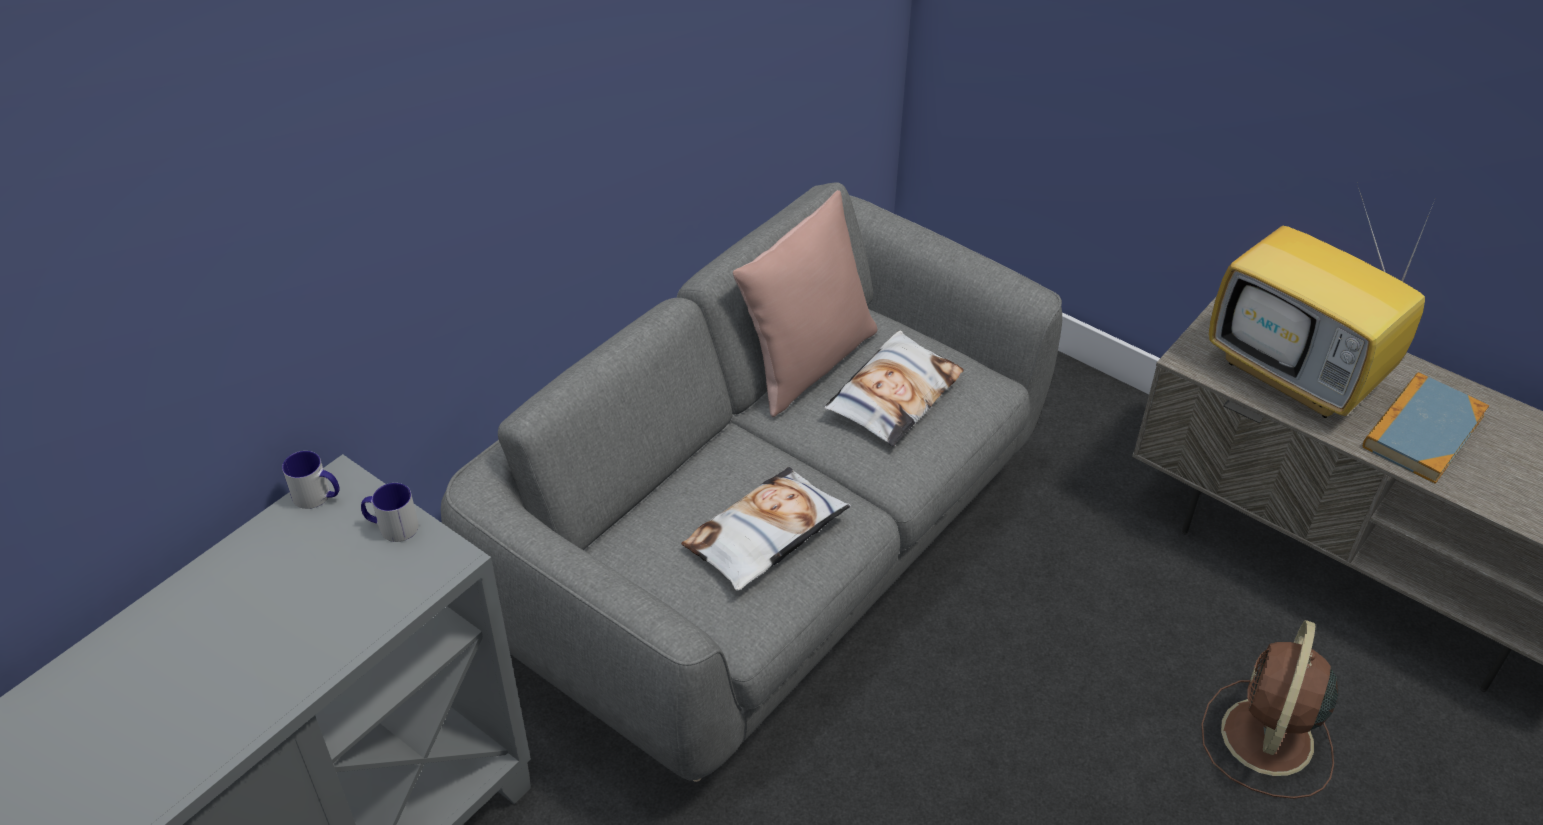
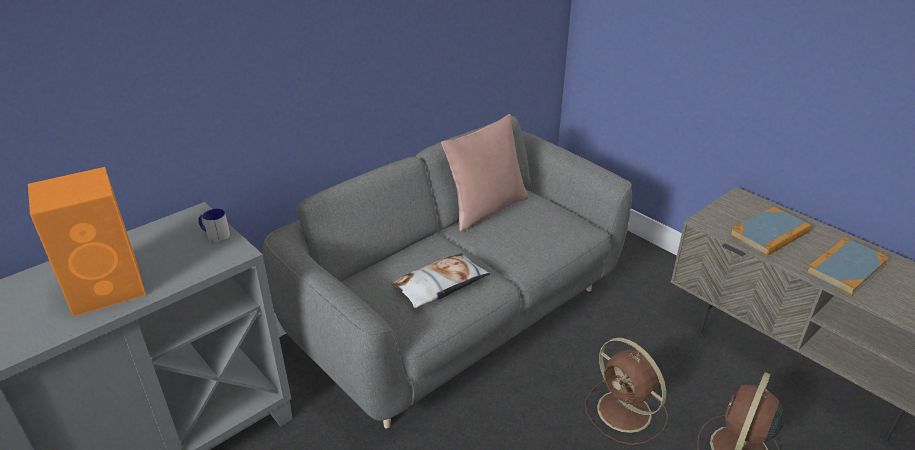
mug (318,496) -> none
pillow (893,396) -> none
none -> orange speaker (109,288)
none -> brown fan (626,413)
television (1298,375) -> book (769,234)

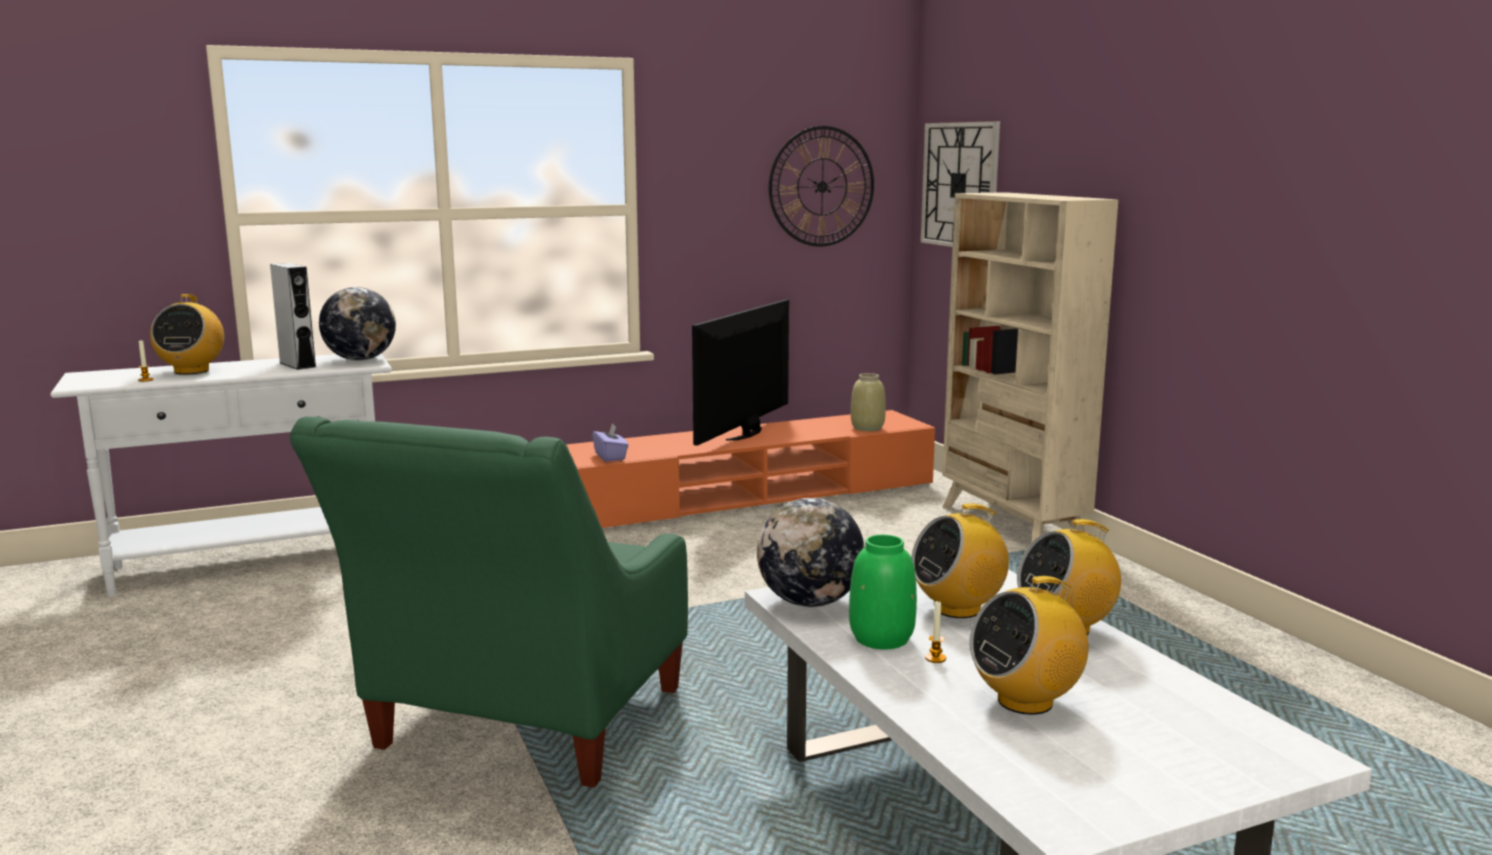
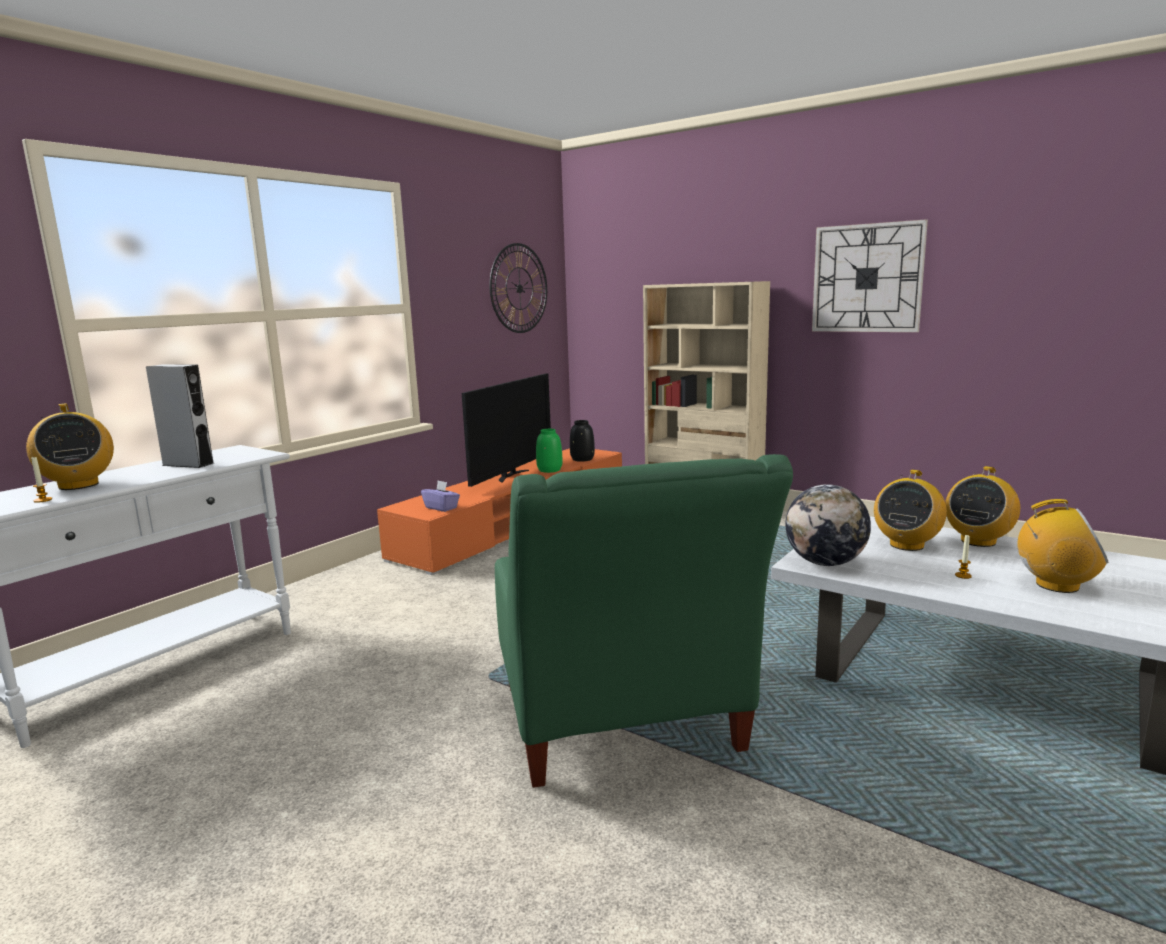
globe (360,360) -> none
green vase (882,639) -> green vase (550,470), relocated
wall clock (960,185) -> wall clock (867,278), relocated
beige vase (867,428) -> black vase (582,459)
television (747,434) -> television (511,475), 150 degrees counterclockwise
radio (1025,701) -> radio (1056,585), 105 degrees counterclockwise

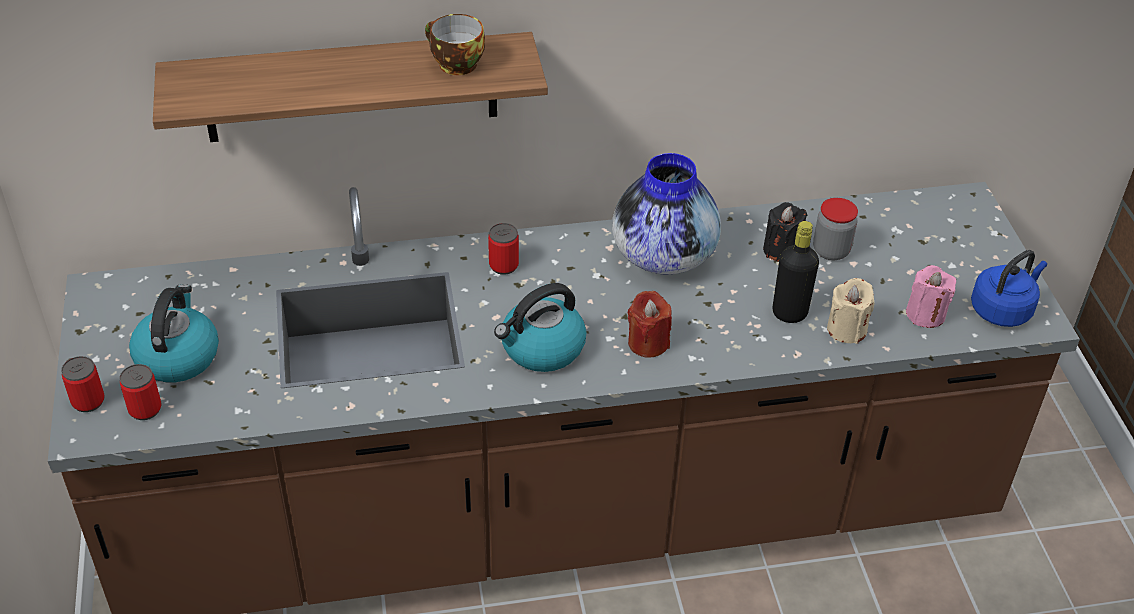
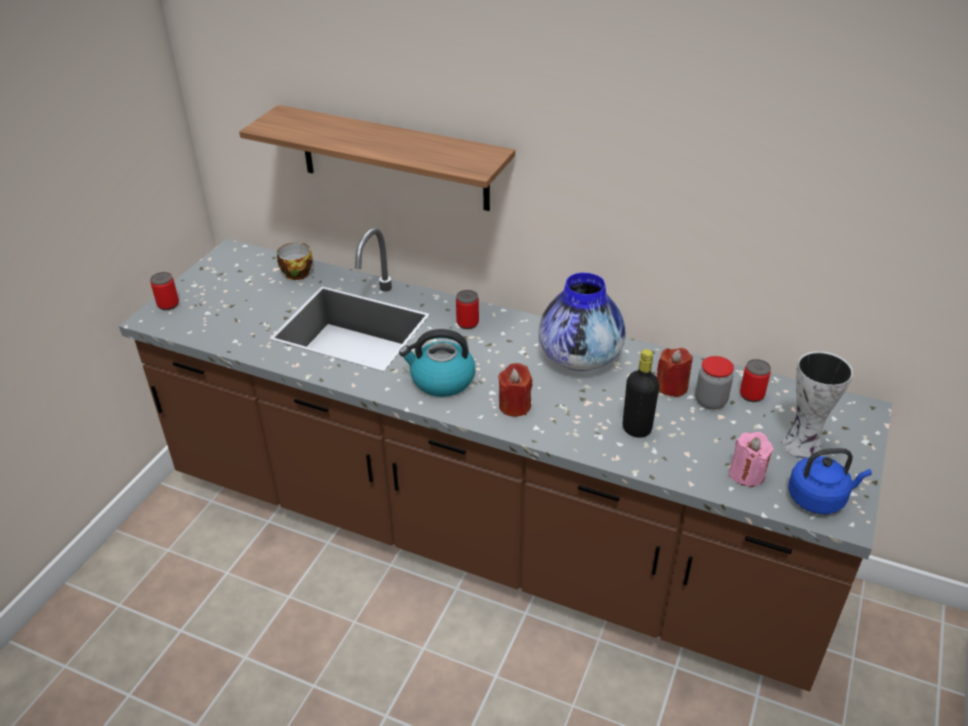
kettle (177,356) -> none
beige candle (846,329) -> none
none -> vase (802,447)
can (145,409) -> can (751,395), relocated
cup (454,64) -> cup (295,273), relocated
black candle (782,250) -> red candle (672,386)

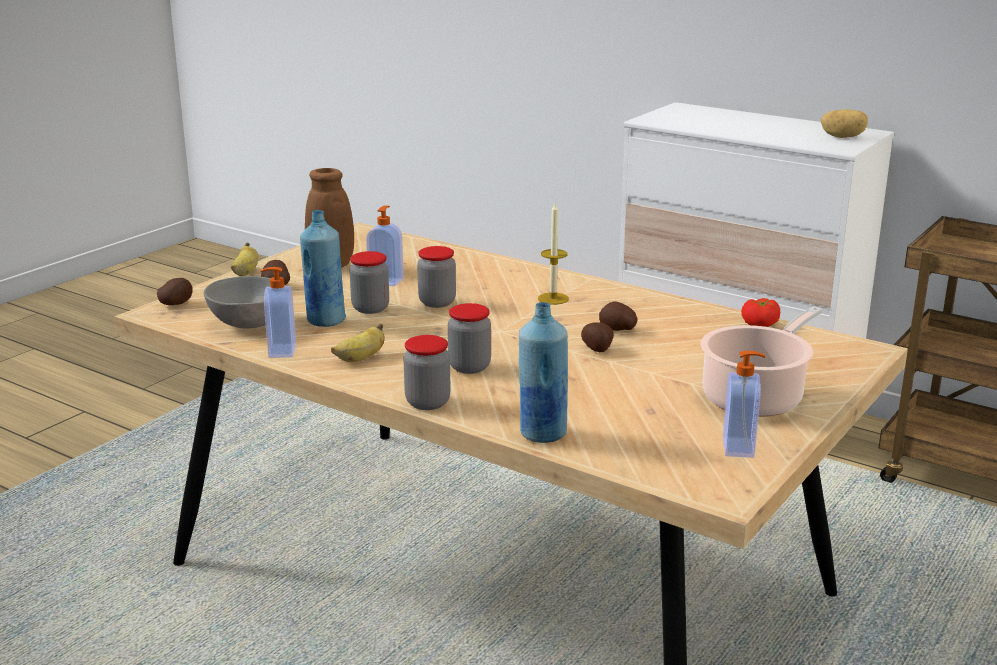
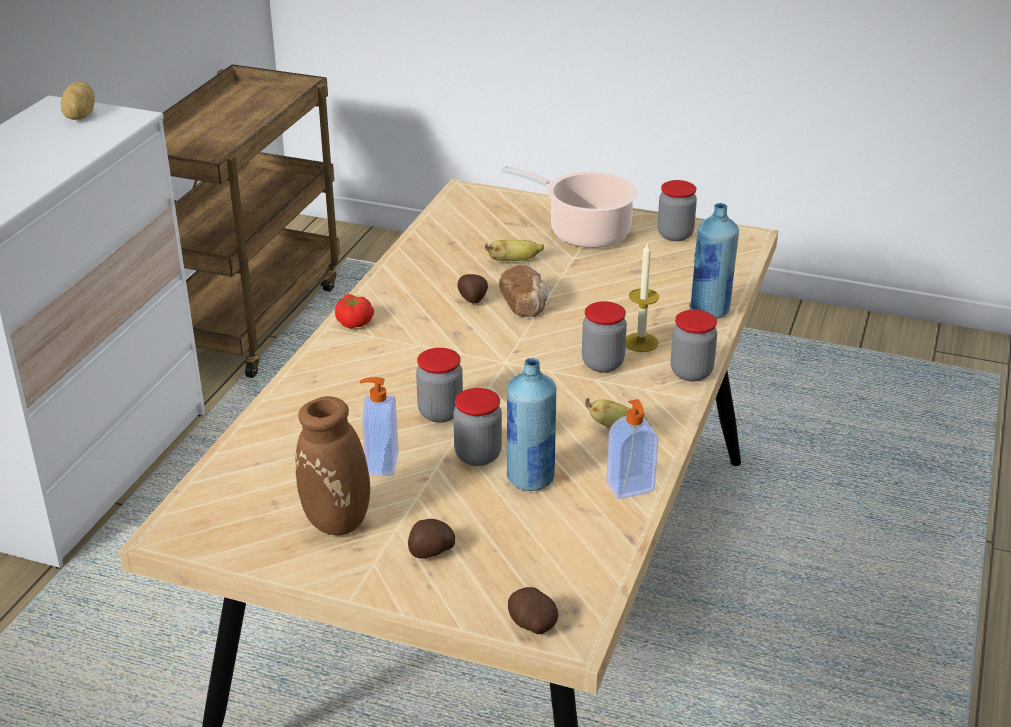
grey bowl (249,323) -> none
banana (245,273) -> banana (514,261), relocated
candle (553,298) -> candle (641,342), relocated
tomato (760,325) -> tomato (355,322), relocated
potato (597,349) -> bread (524,304)
soap dispenser (740,448) -> jar (675,235)

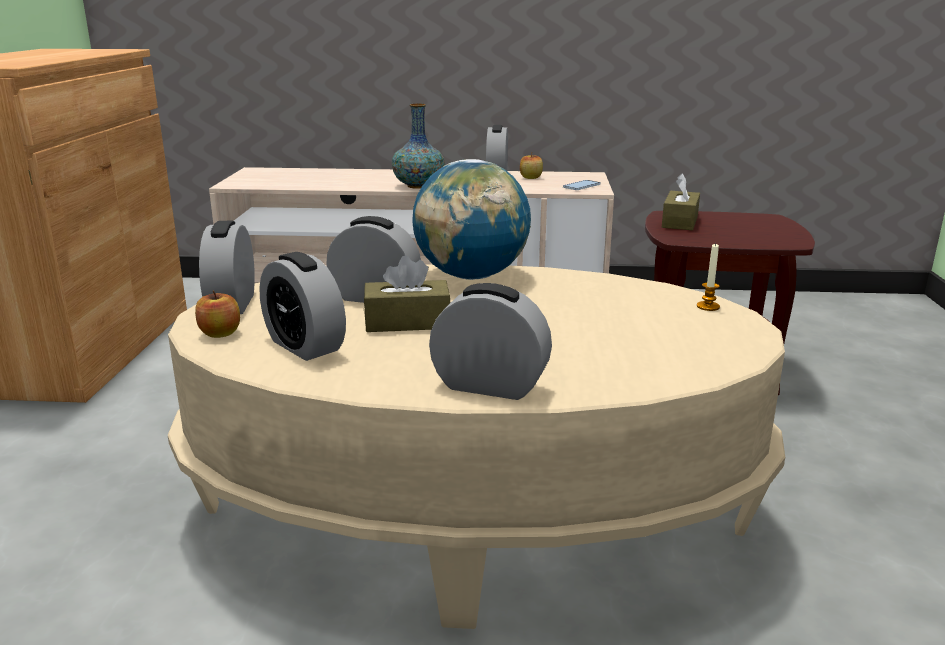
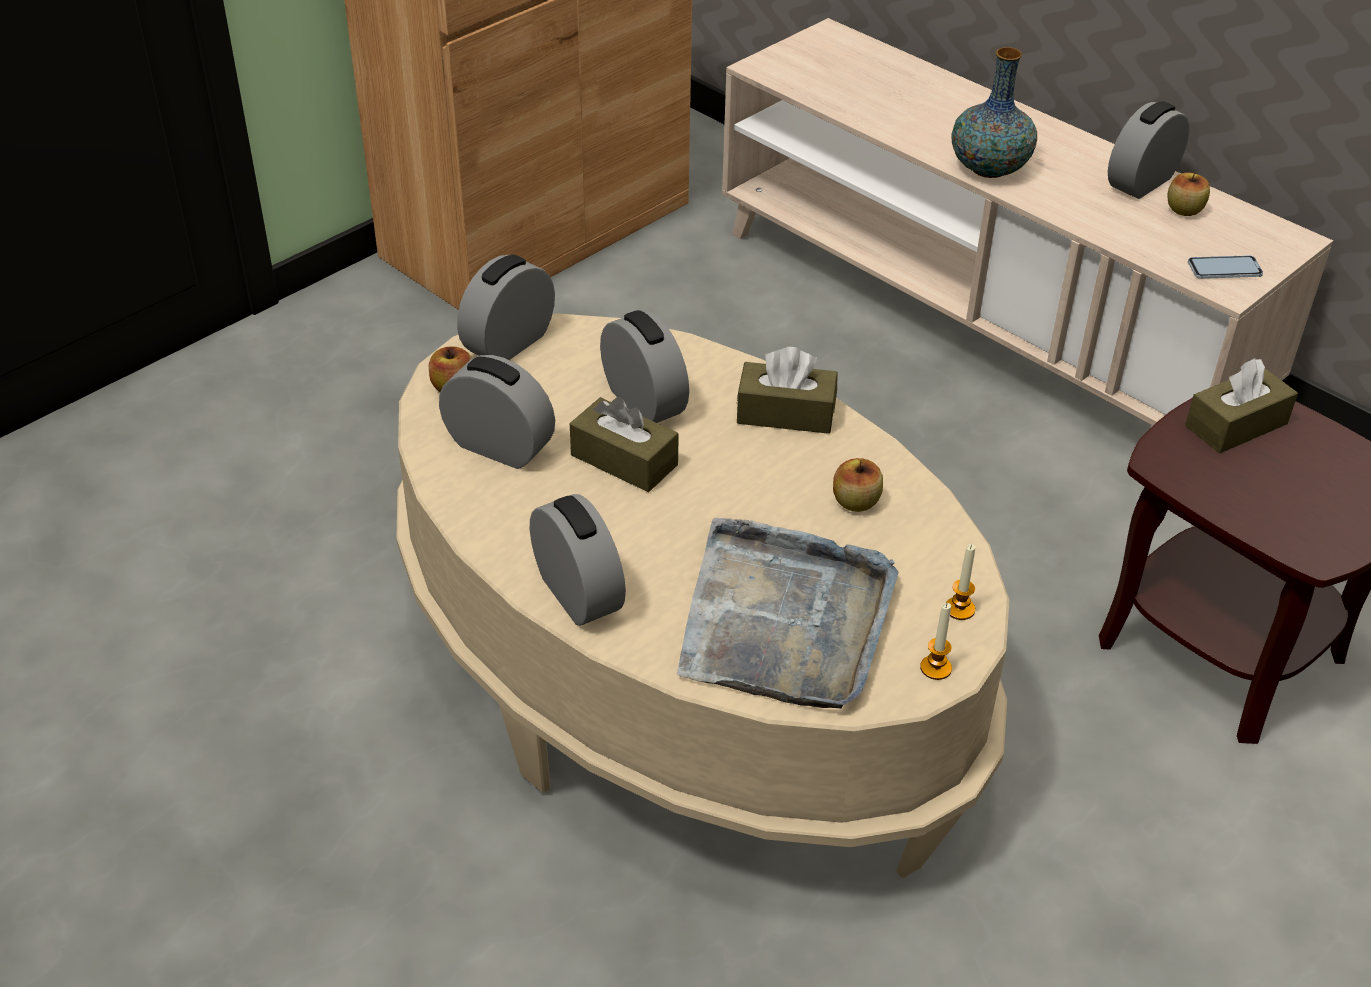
none -> grey tray (785,621)
none -> apple (855,502)
none -> candle (935,668)
globe (471,276) -> brown tissue box (785,413)
alarm clock (304,346) -> alarm clock (499,446), 120 degrees clockwise

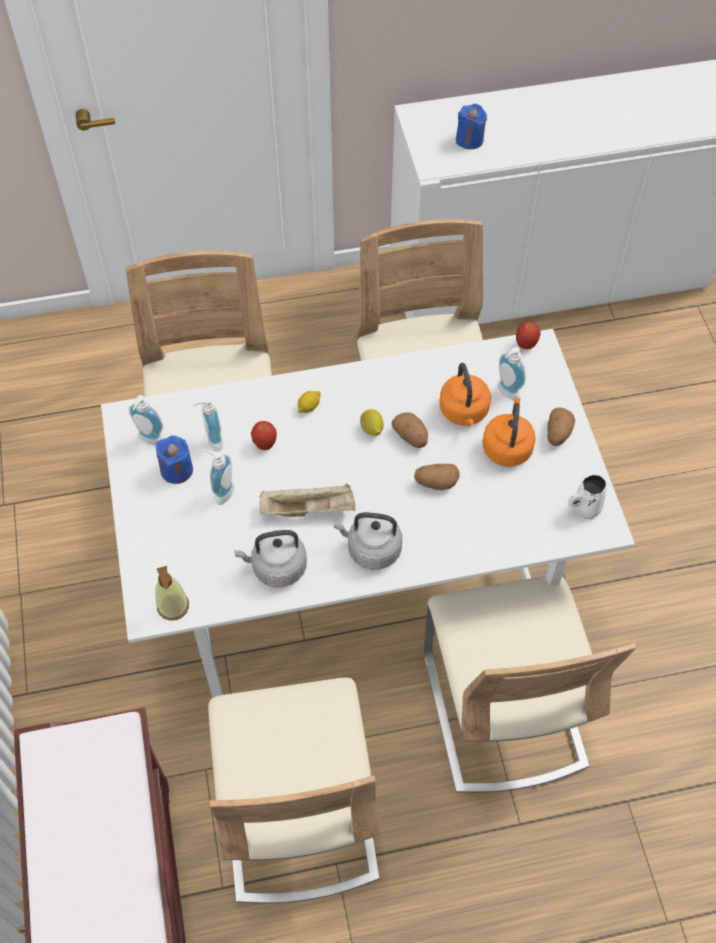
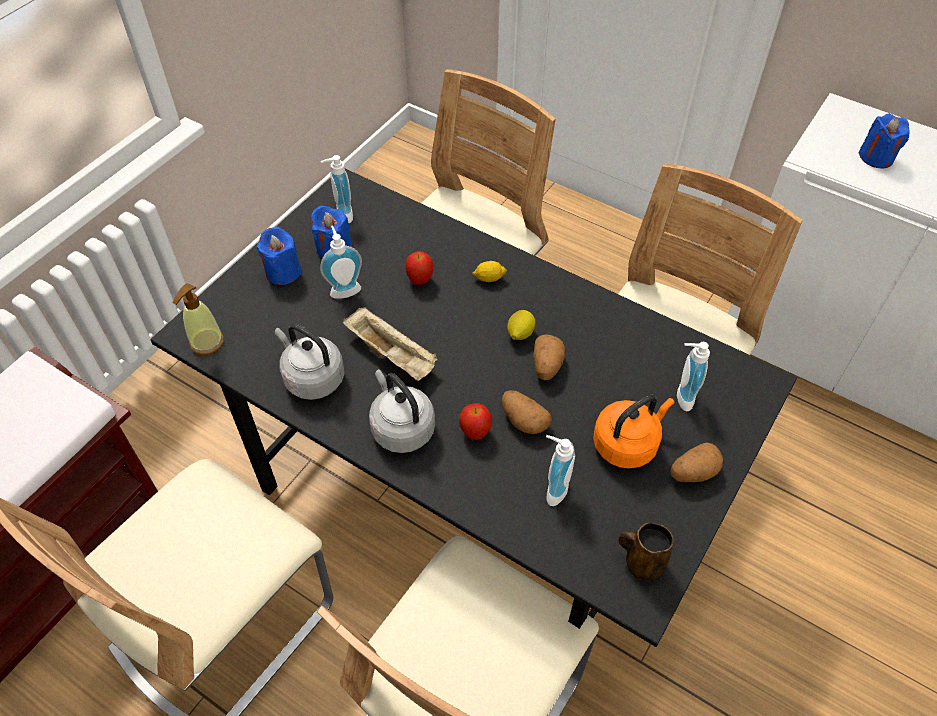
orange kettle (464,412) -> none
none -> blue candle (283,272)
soap dispenser (211,441) -> soap dispenser (553,489), relocated
apple (525,345) -> apple (475,432), relocated
white dining table (359,576) -> black dining table (472,490)
white mug (584,508) -> brown mug (642,563)

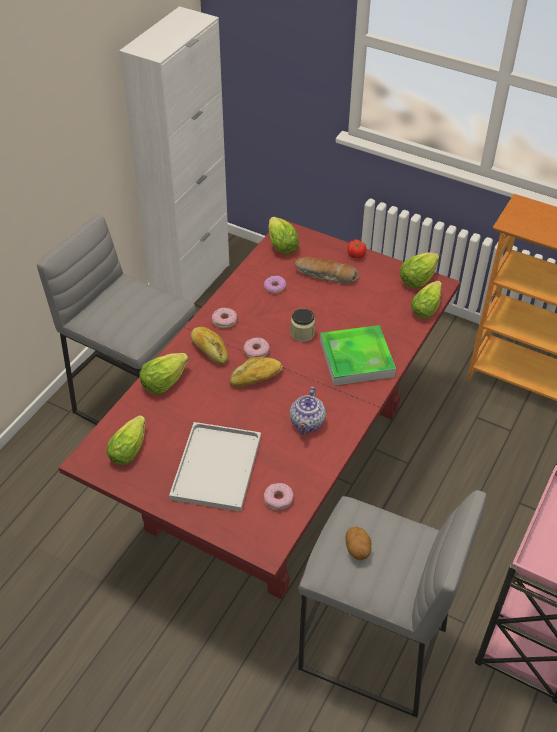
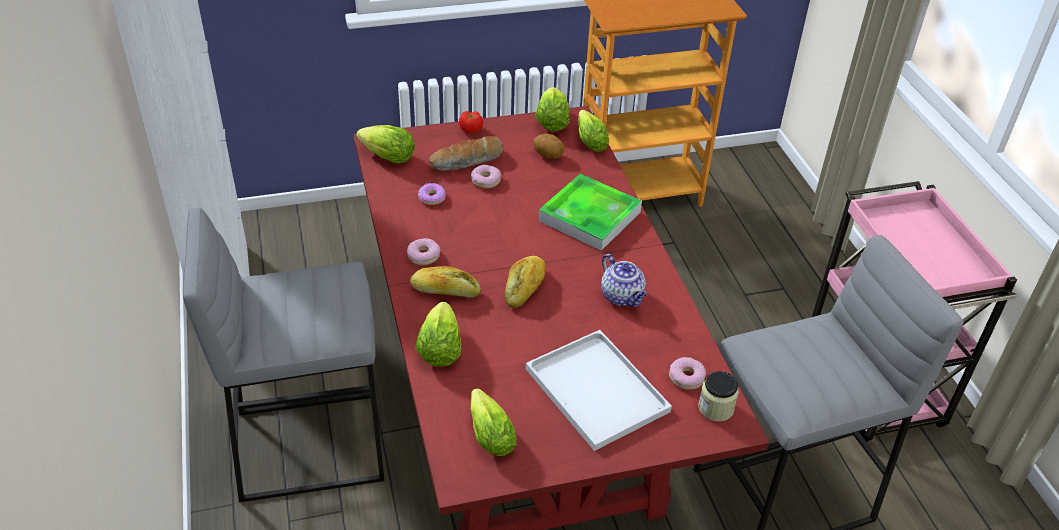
donut (256,351) -> donut (486,180), relocated
jar (302,334) -> jar (715,408), relocated
potato (357,550) -> potato (548,155), relocated

